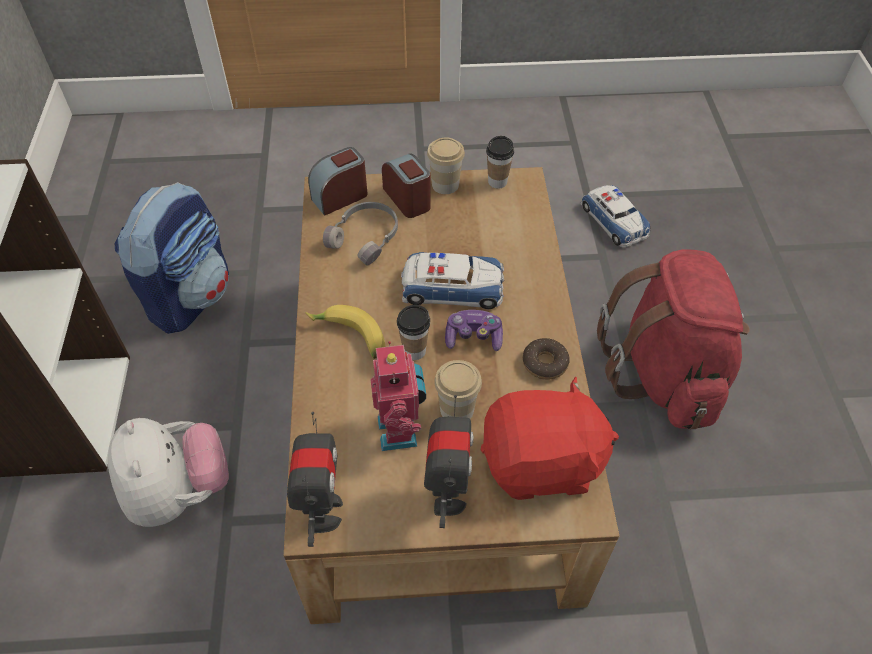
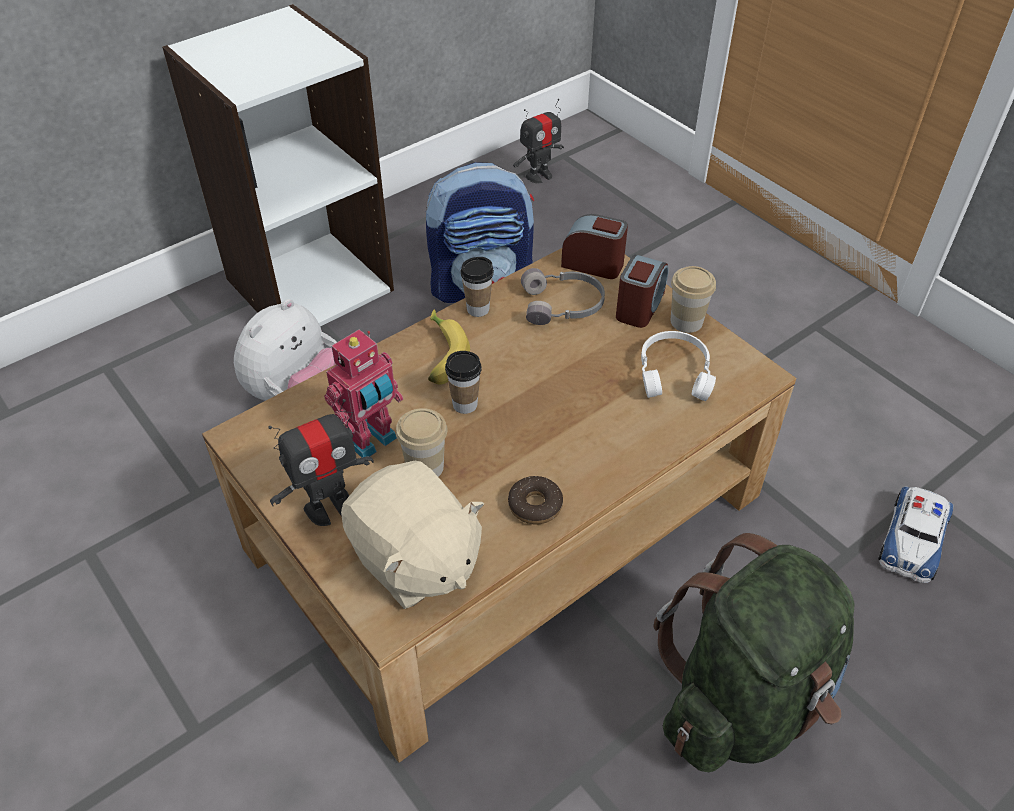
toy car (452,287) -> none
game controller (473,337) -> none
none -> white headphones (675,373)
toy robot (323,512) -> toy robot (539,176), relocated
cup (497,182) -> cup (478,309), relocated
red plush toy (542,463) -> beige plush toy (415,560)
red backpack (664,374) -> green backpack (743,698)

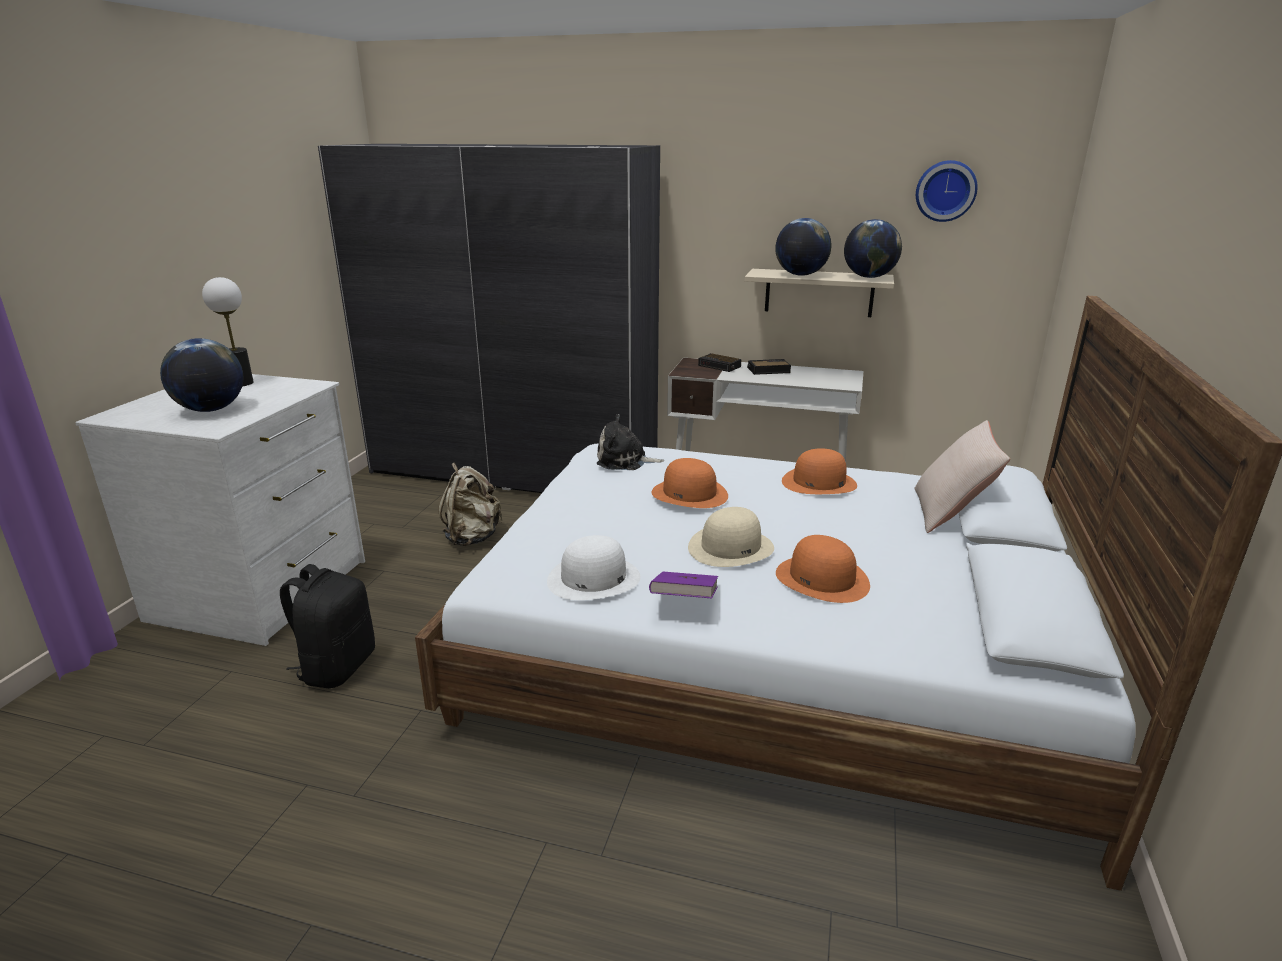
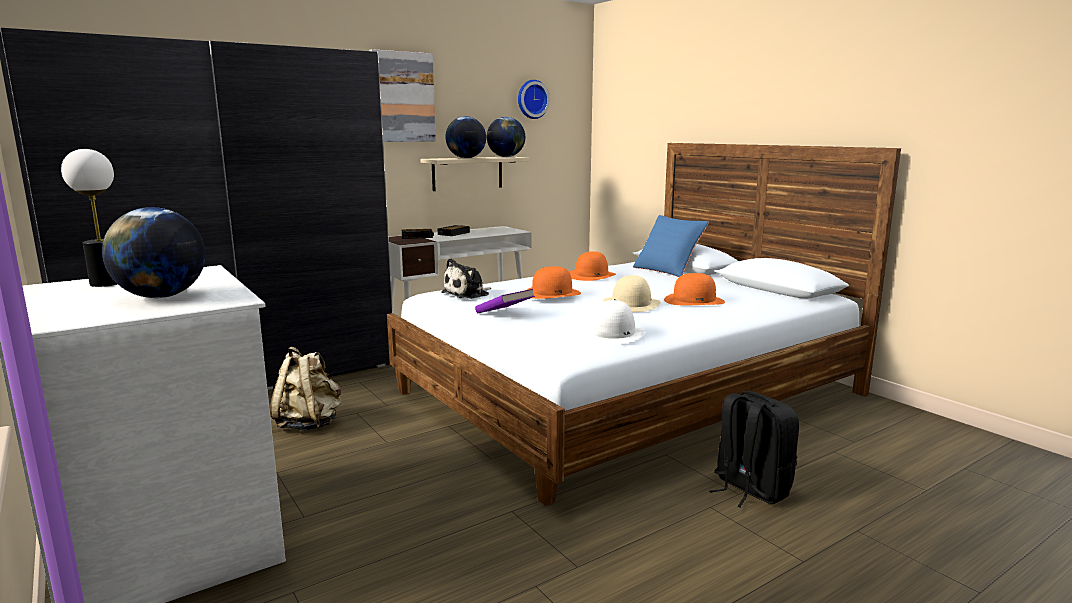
none -> picture (402,97)
black backpack (337,667) -> black backpack (749,489), relocated
purple book (684,602) -> purple book (504,314), relocated
beige pillow (951,512) -> blue pillow (668,270)

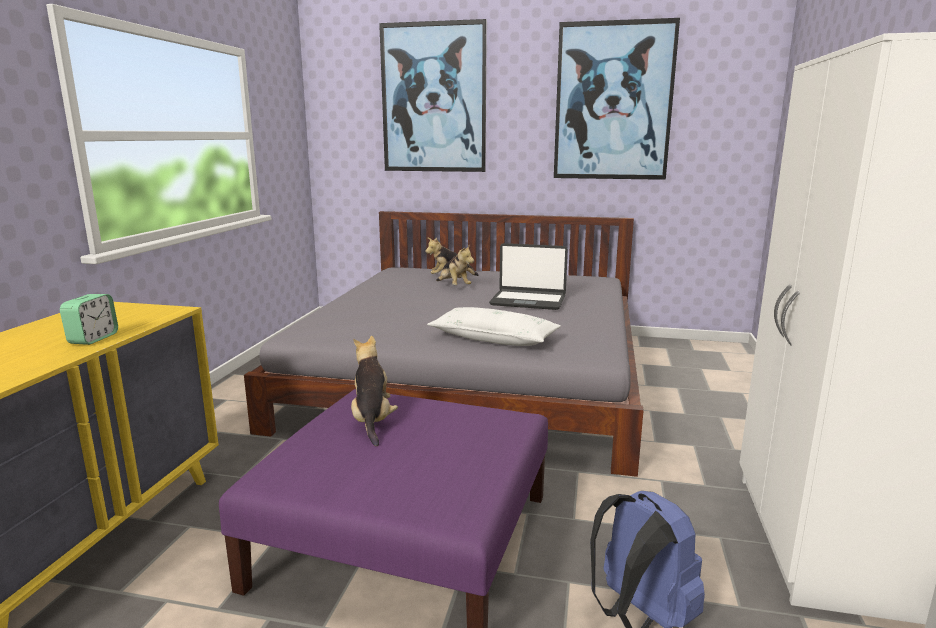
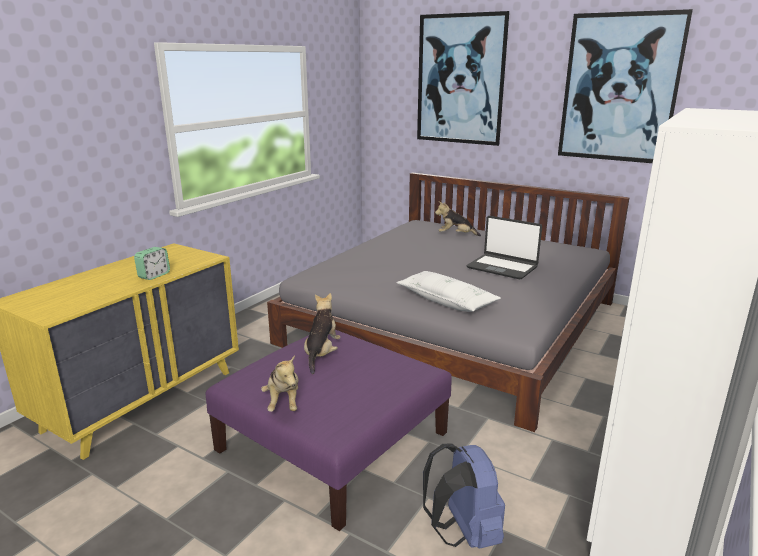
plush toy (453,286) -> plush toy (283,402), relocated

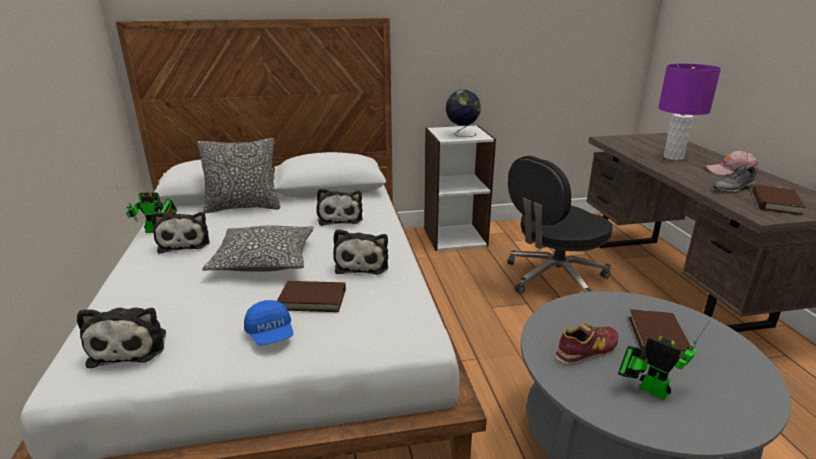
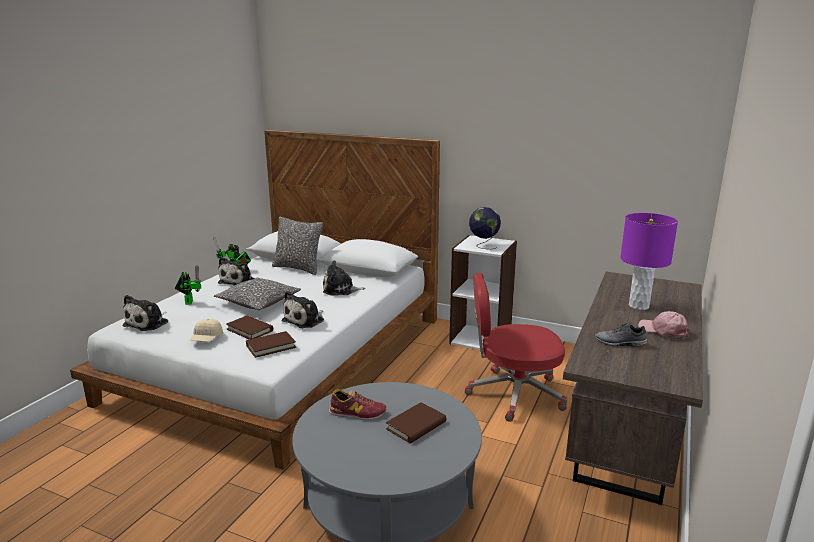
toy robot (649,388) -> toy robot (189,301), relocated
brown book (775,203) -> brown book (271,346), relocated
blue cap (271,334) -> beige cap (206,339)
black office chair (553,278) -> red office chair (513,394)
plush toy (340,217) -> plush toy (340,290), 60 degrees clockwise

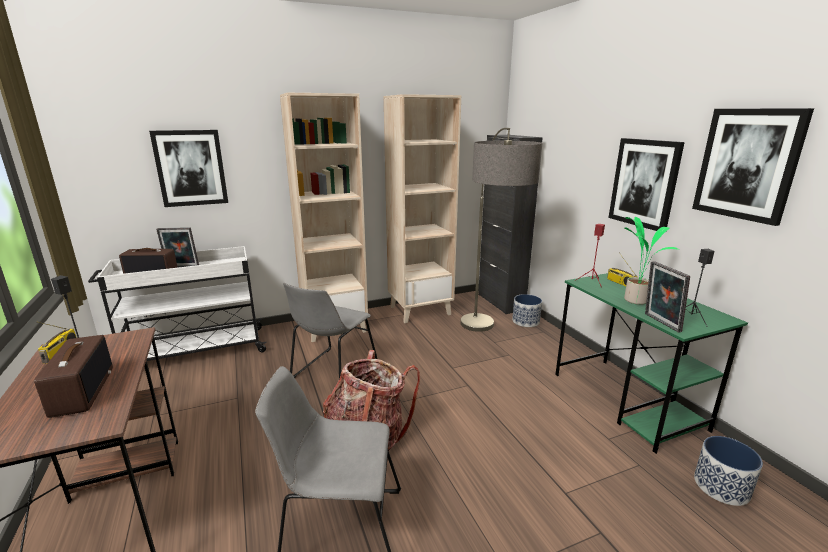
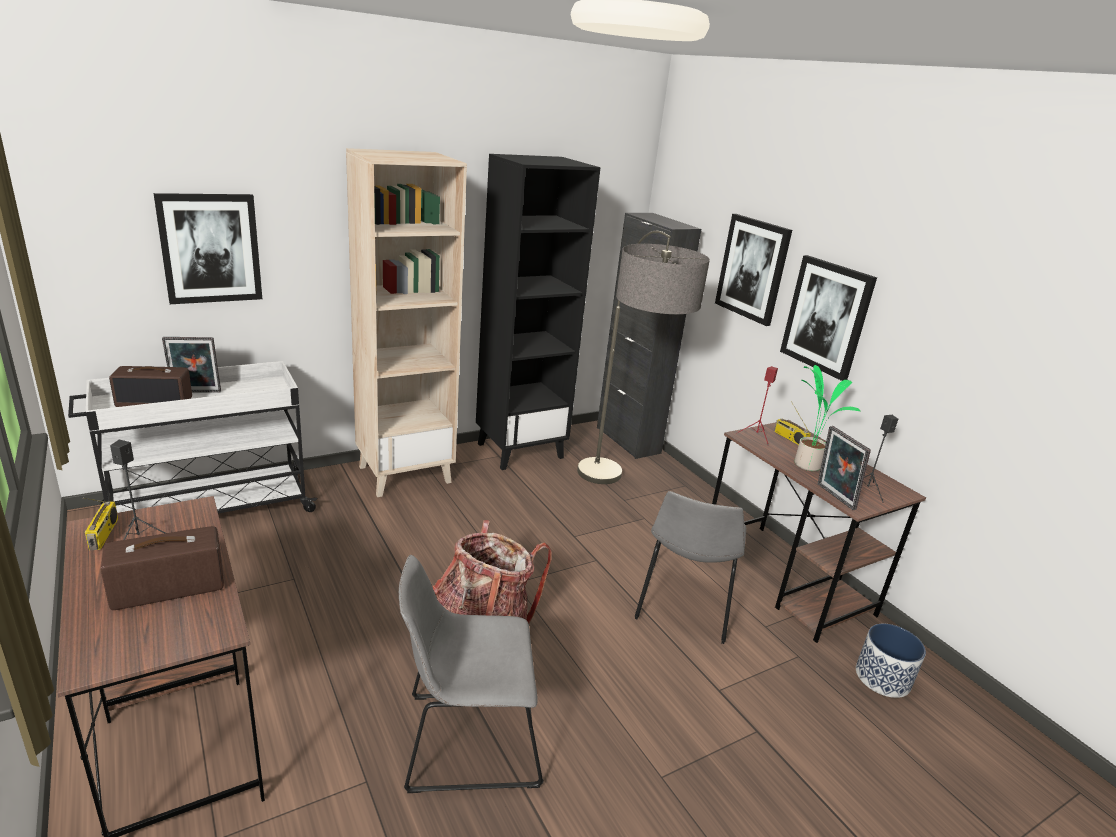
planter (526,321) -> none
grey chair (332,372) -> grey chair (684,604), relocated
picture (747,164) -> picture (753,269), relocated
beige bookcase (420,310) -> black bookcase (520,450)
green desk (627,401) -> brown desk (786,580)
radio (82,391) -> radio (167,589), 90 degrees counterclockwise

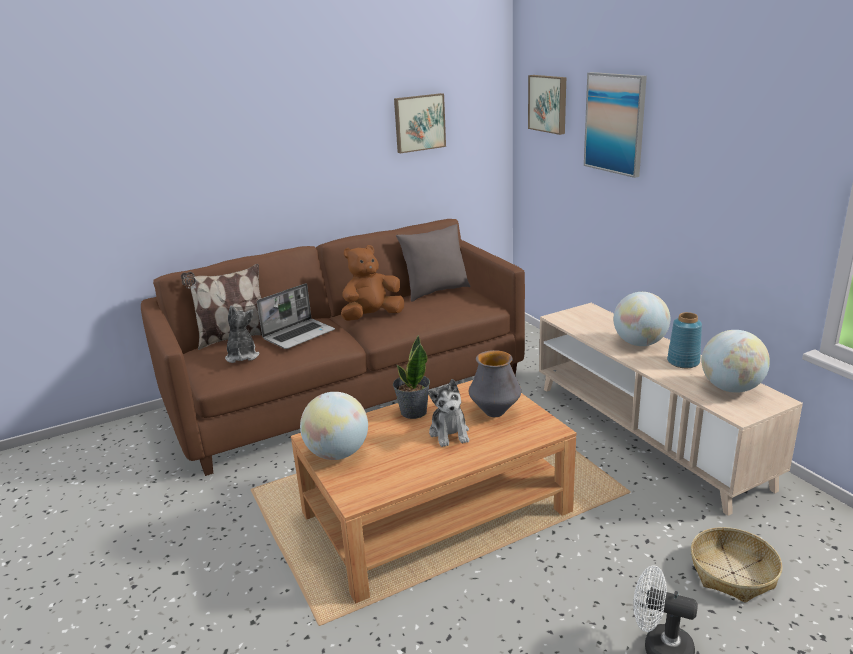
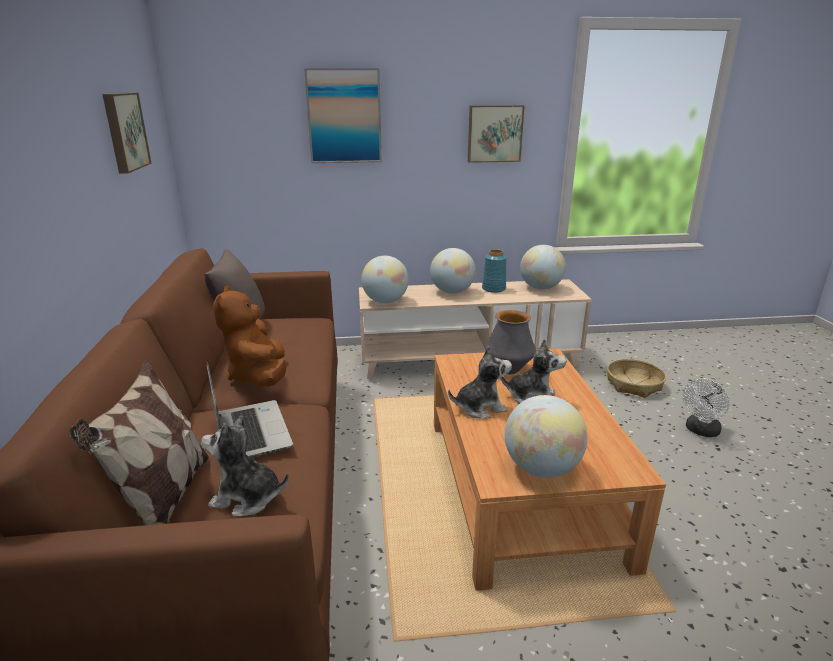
none -> globe (385,301)
picture (549,103) -> picture (494,133), relocated
potted plant (413,412) -> plush toy (480,407)

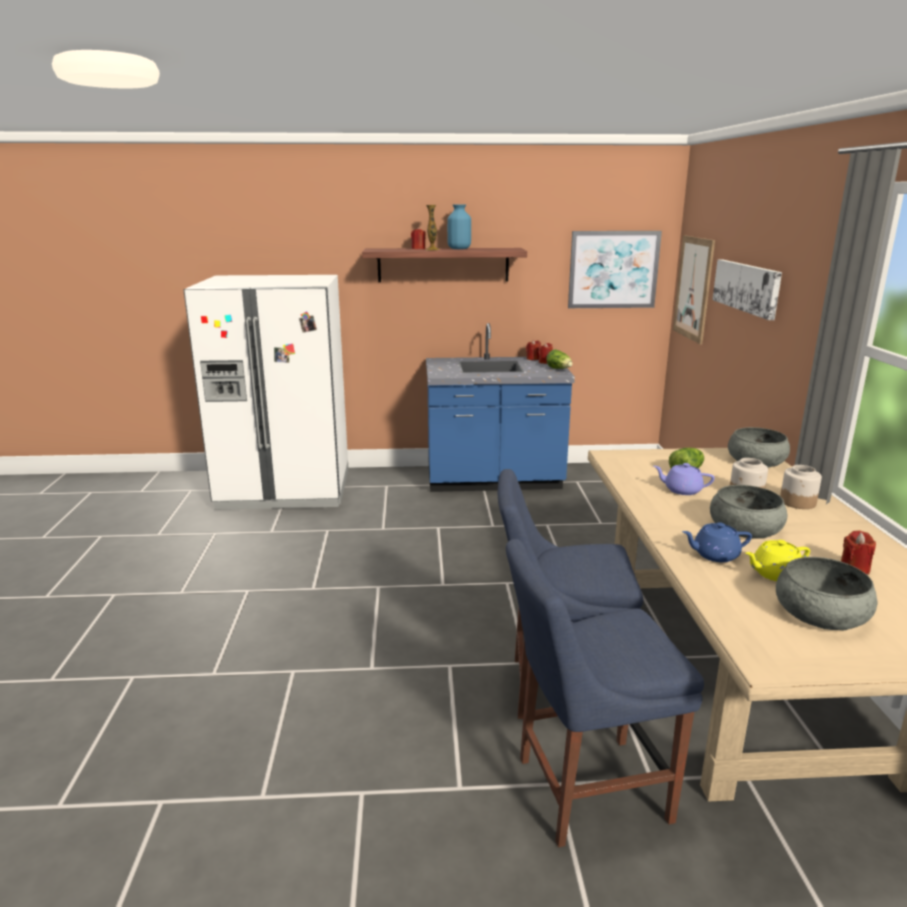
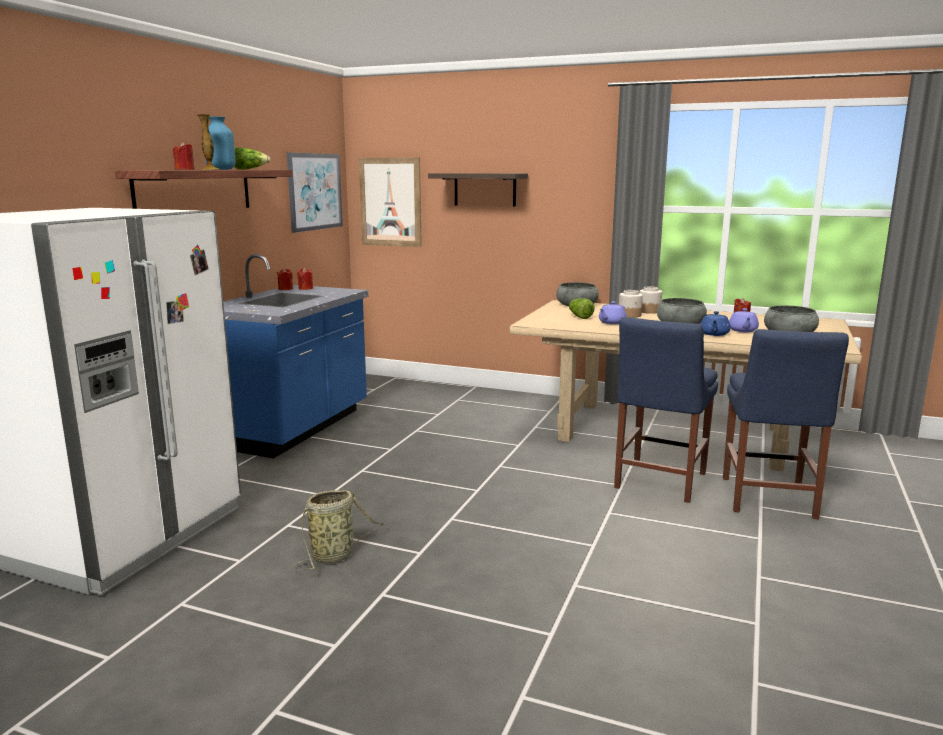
none -> basket (335,555)
lettuce (559,369) -> lettuce (250,169), relocated
picture (746,287) -> shelf (485,189)
yellow teapot (774,574) -> purple teapot (742,330)

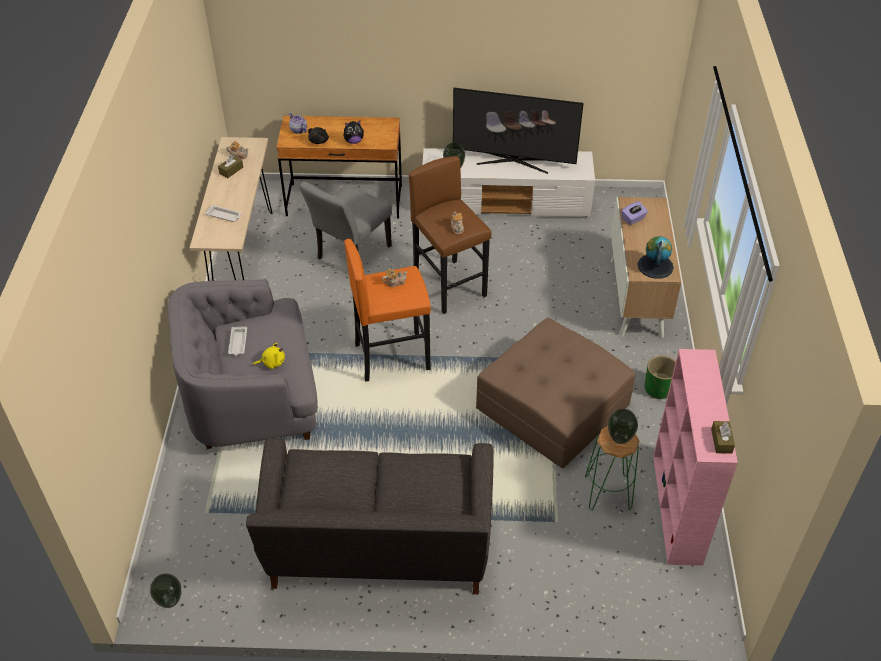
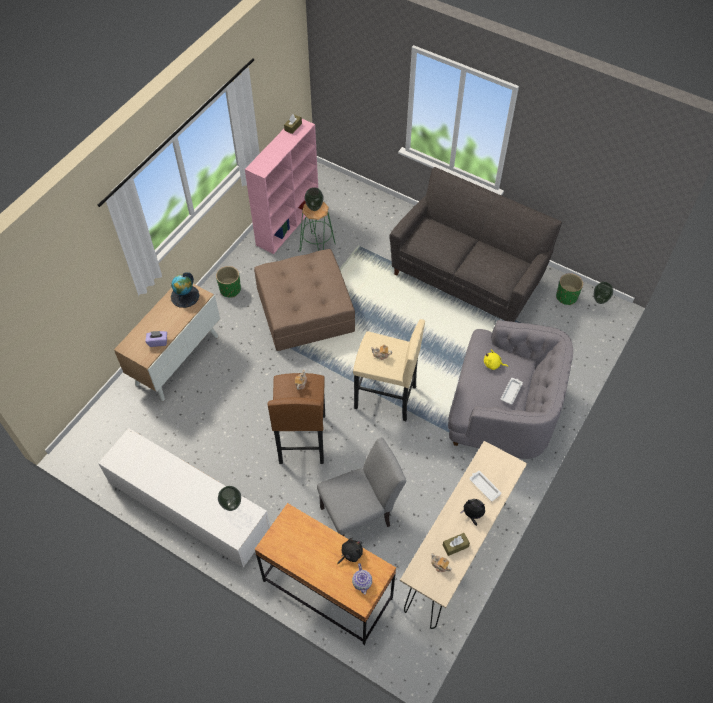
television (513,161) -> none
none -> green planter (566,297)
plush toy (354,141) -> plush toy (472,514), relocated
orange stool (391,356) -> beige stool (385,397)

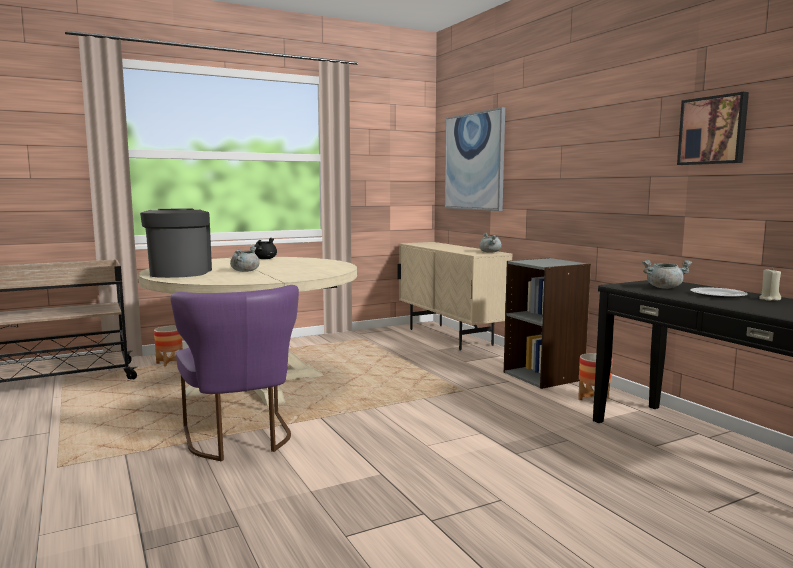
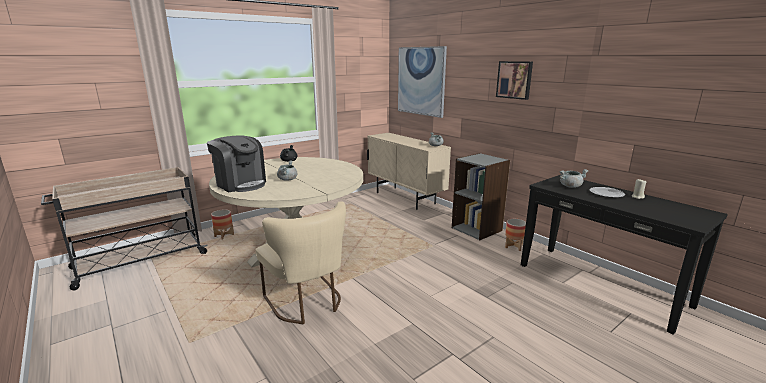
picture (713,130) -> picture (514,80), relocated
purple chair (240,439) -> beige chair (307,303)
coffee machine (179,272) -> coffee machine (241,184), 150 degrees clockwise

